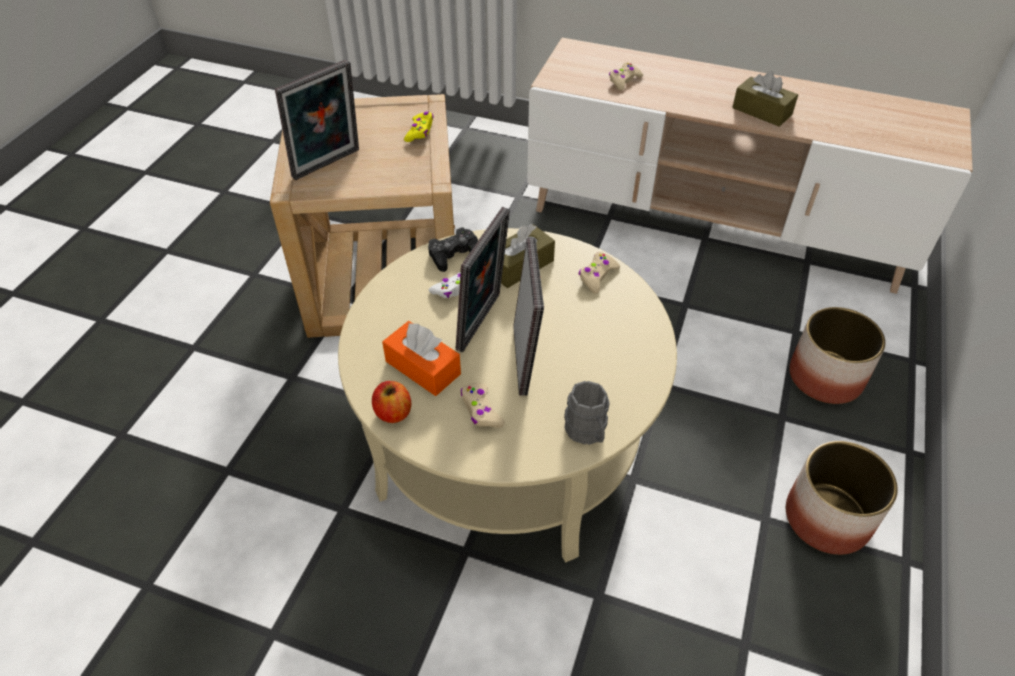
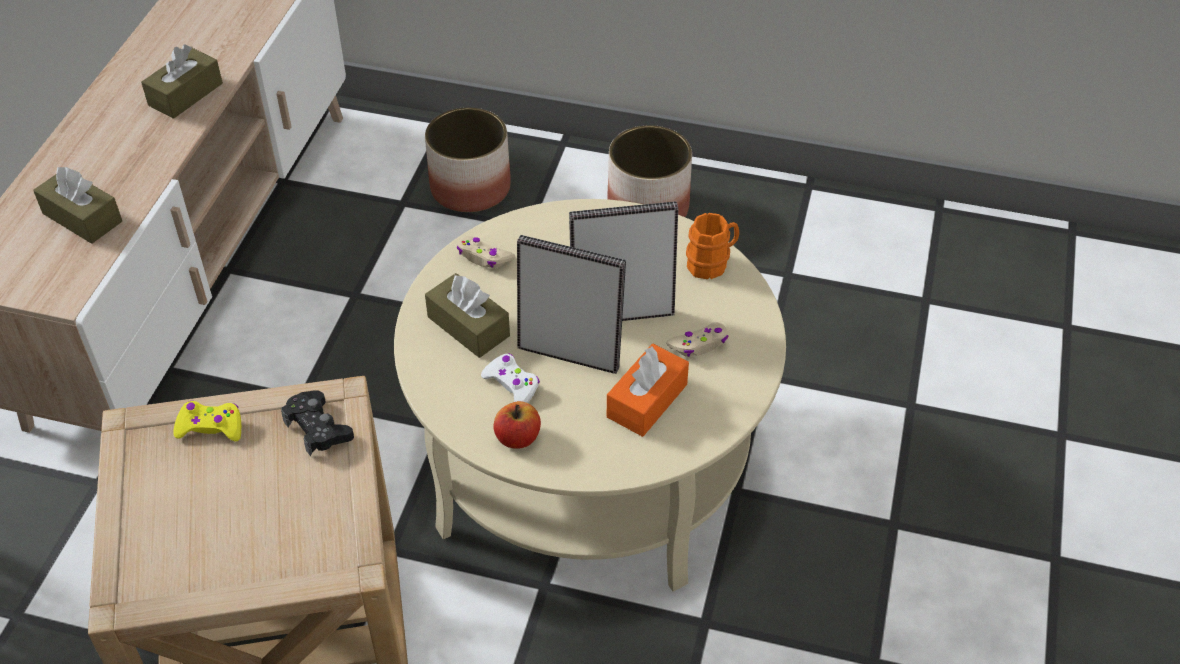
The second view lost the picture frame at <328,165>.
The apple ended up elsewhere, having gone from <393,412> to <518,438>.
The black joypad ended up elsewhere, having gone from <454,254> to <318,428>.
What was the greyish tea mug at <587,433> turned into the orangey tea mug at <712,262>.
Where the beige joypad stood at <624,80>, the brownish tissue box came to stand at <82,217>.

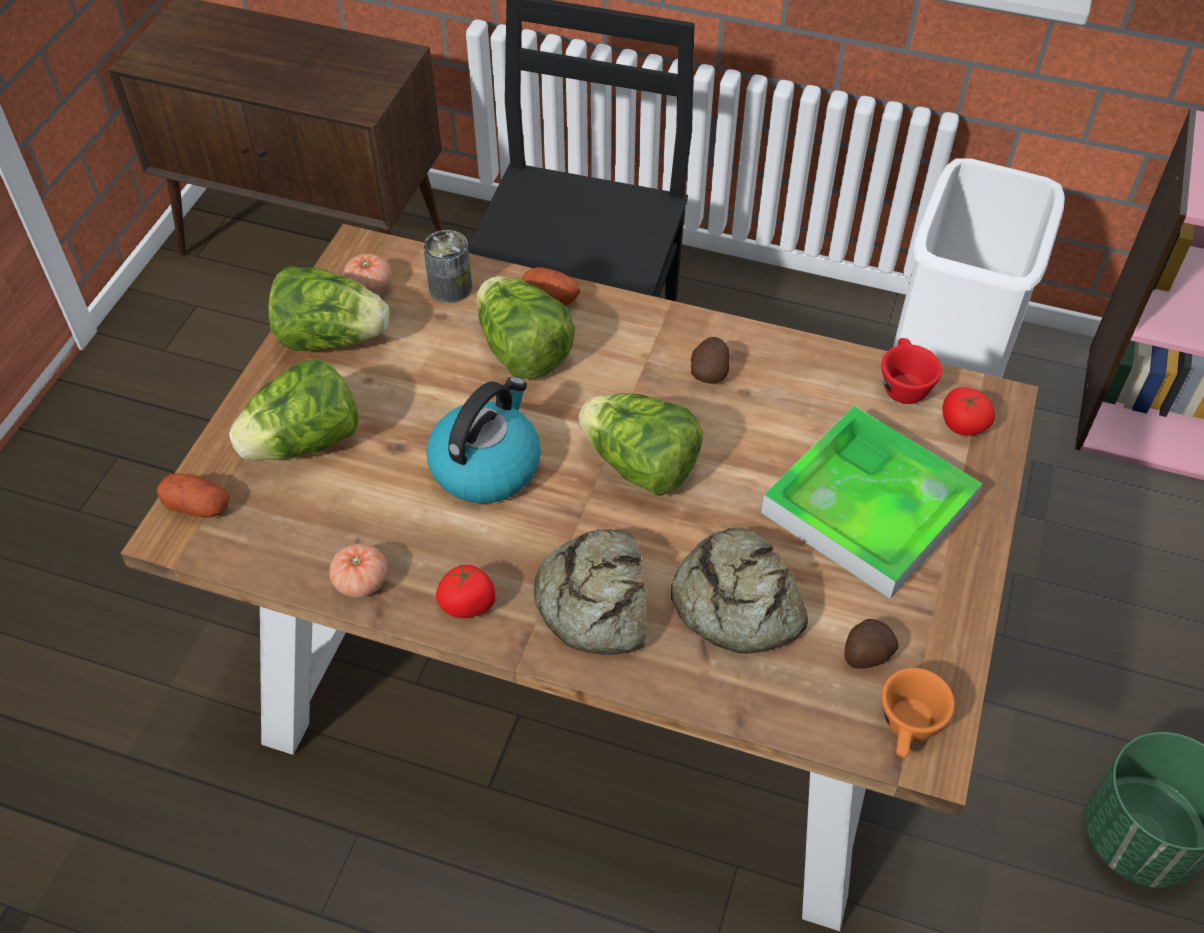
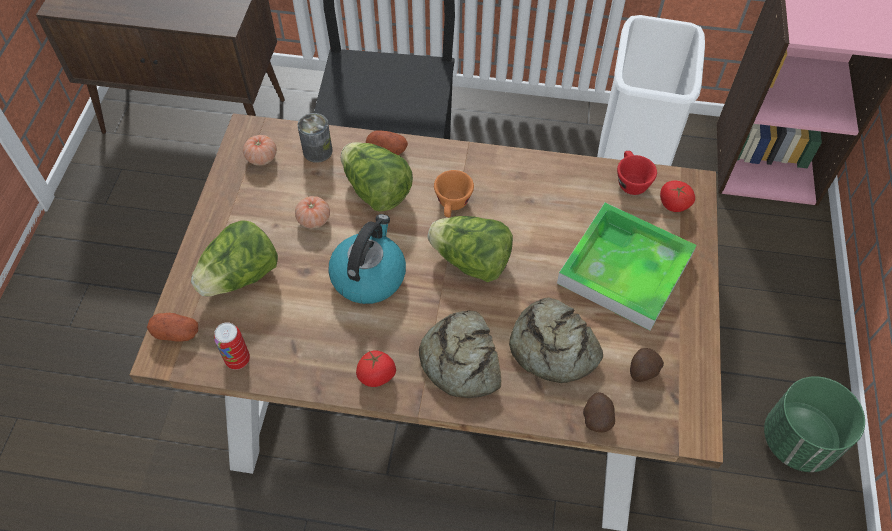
The second view lost the lettuce head at <331,338>.
The whole tomato ended up elsewhere, having gone from <361,581> to <314,219>.
The whole potato ended up elsewhere, having gone from <709,372> to <597,417>.
The orangey cup ended up elsewhere, having gone from <908,730> to <453,205>.
The second view gained the metal can at <238,359>.

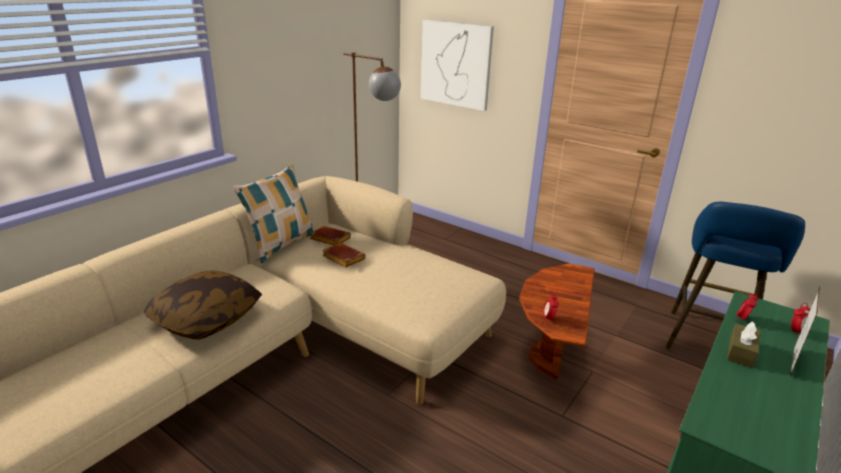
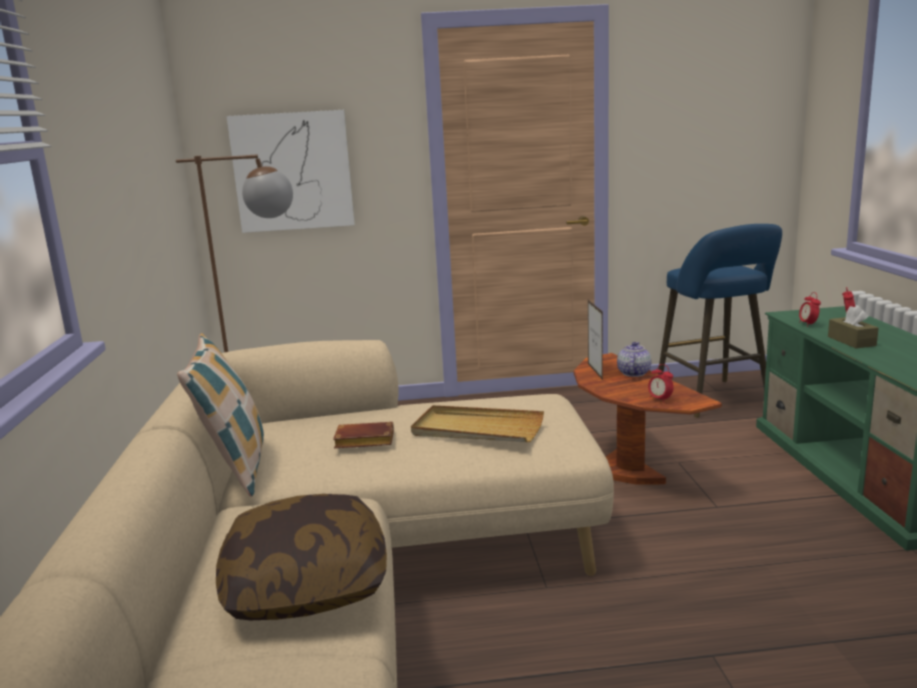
The second view lost the brownish volume at <329,239>.
The picture frame ended up elsewhere, having gone from <791,362> to <595,372>.
The second view gained the beige serving tray at <477,429>.
The second view gained the pot for tea at <633,373>.

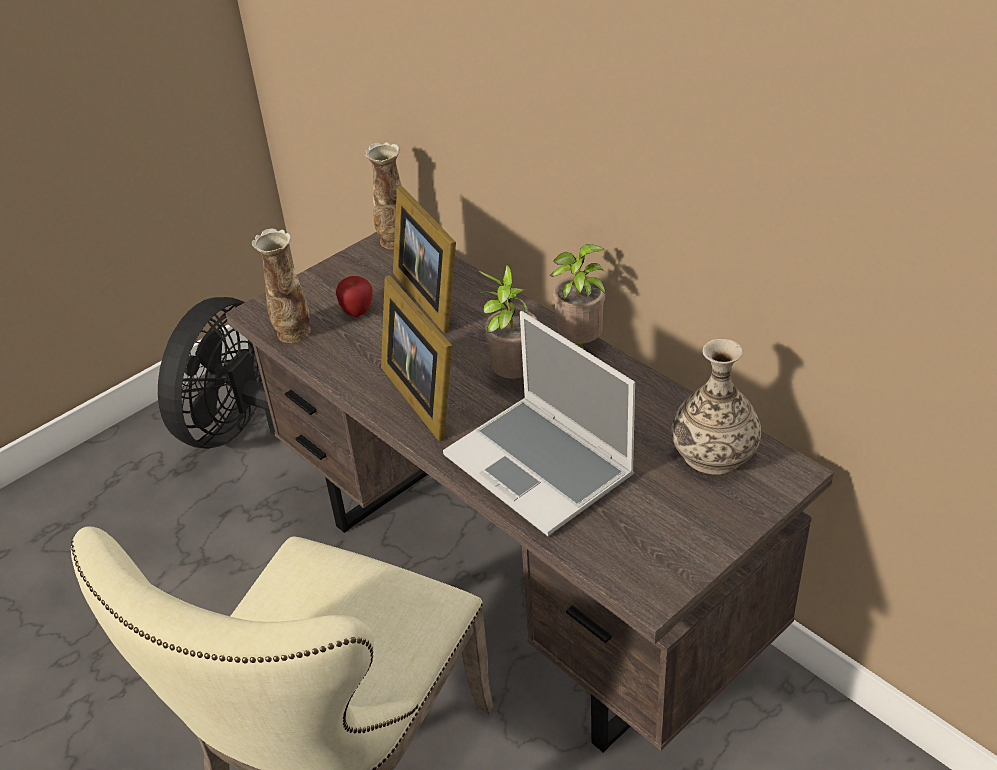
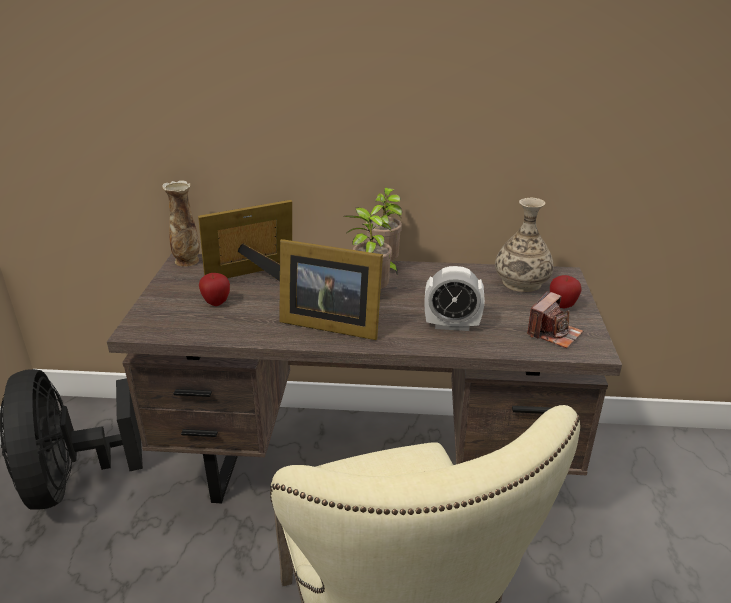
The second view lost the vase at <293,333>.
The picture frame at <432,295> ended up facing another way, 135 degrees clockwise from before.
Where the notebook computer stood at <541,467>, the table clock came to stand at <452,325>.
The second view gained the still camera at <553,333>.
The second view gained the apple at <562,306>.

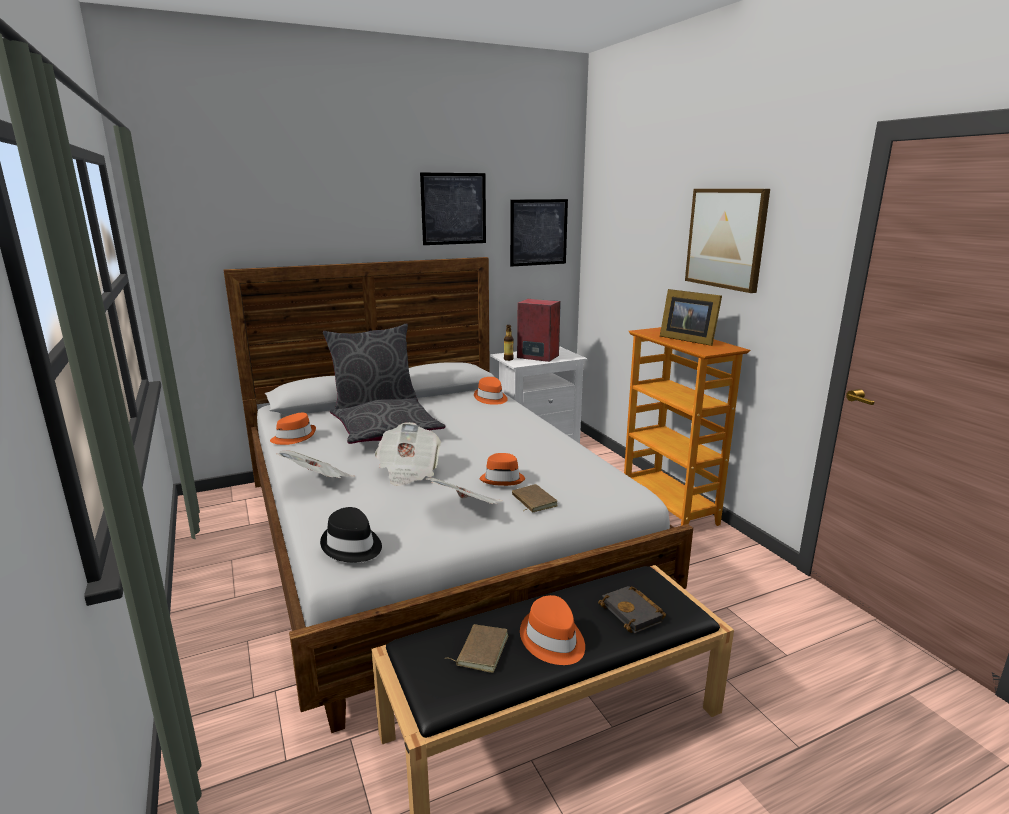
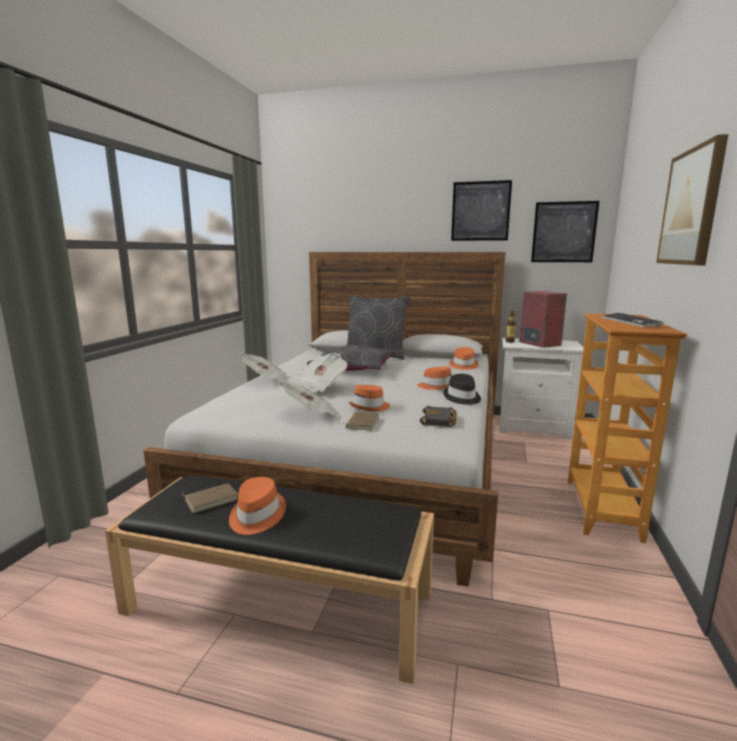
The orangey hat ended up elsewhere, having gone from <294,437> to <436,386>.
The black hat ended up elsewhere, having gone from <352,546> to <462,397>.
The black volume ended up elsewhere, having gone from <634,613> to <439,420>.
Where the picture frame stood at <687,339>, the keyboard came to stand at <630,322>.

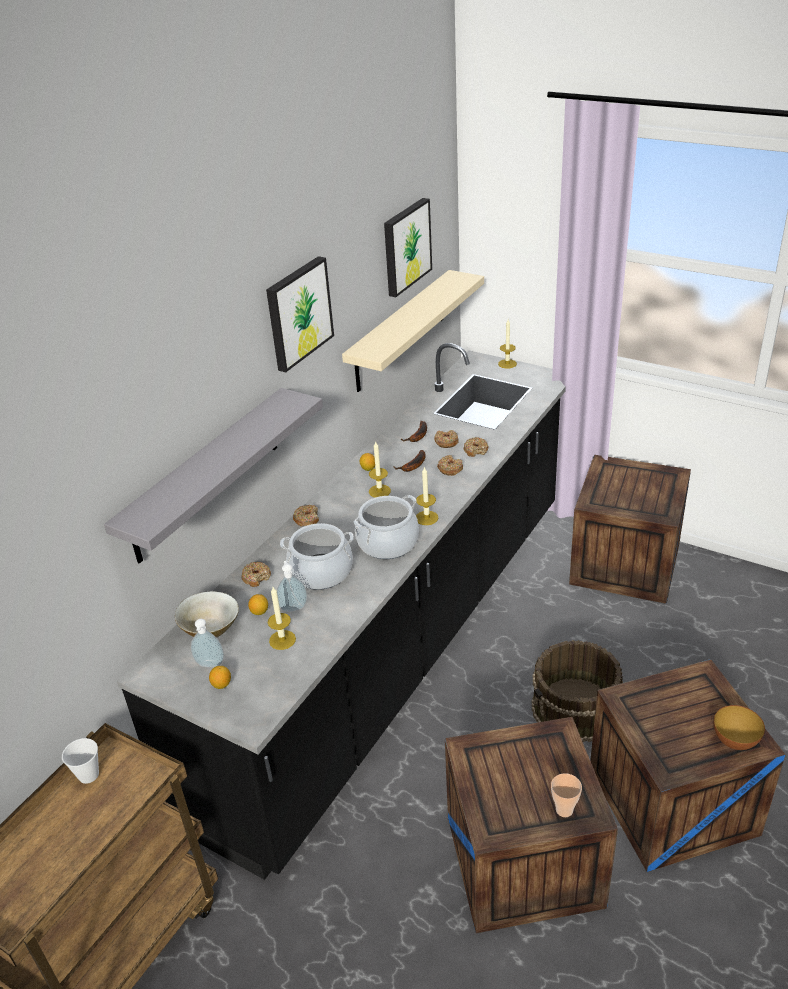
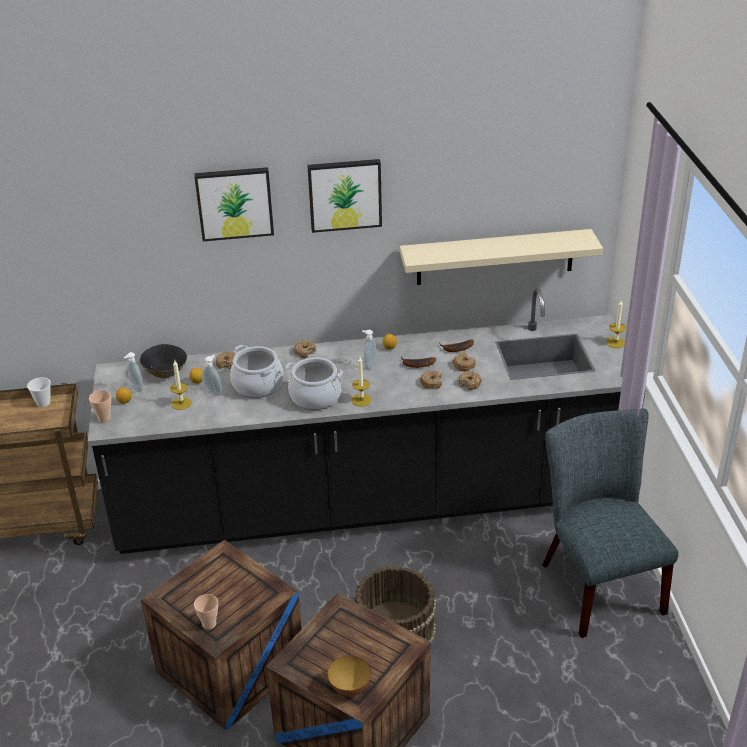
The second view lost the greyish shelf at <206,475>.
What was the beige deep dish at <211,629> turned into the black deep dish at <165,372>.
Where the wax light stood at <379,491>, the soap bottle came to stand at <369,365>.
The wall picture ended up elsewhere, having gone from <405,246> to <234,203>.
Where the crate stood at <625,563>, the greyish chair came to stand at <596,583>.
The second view gained the cup at <104,418>.

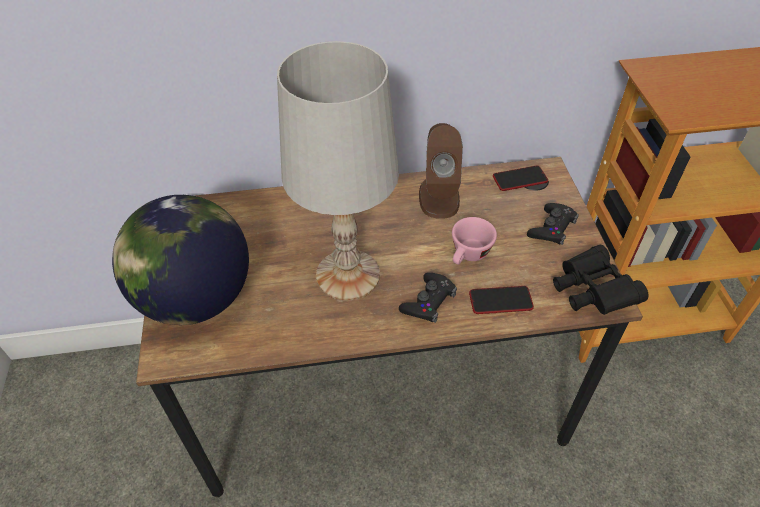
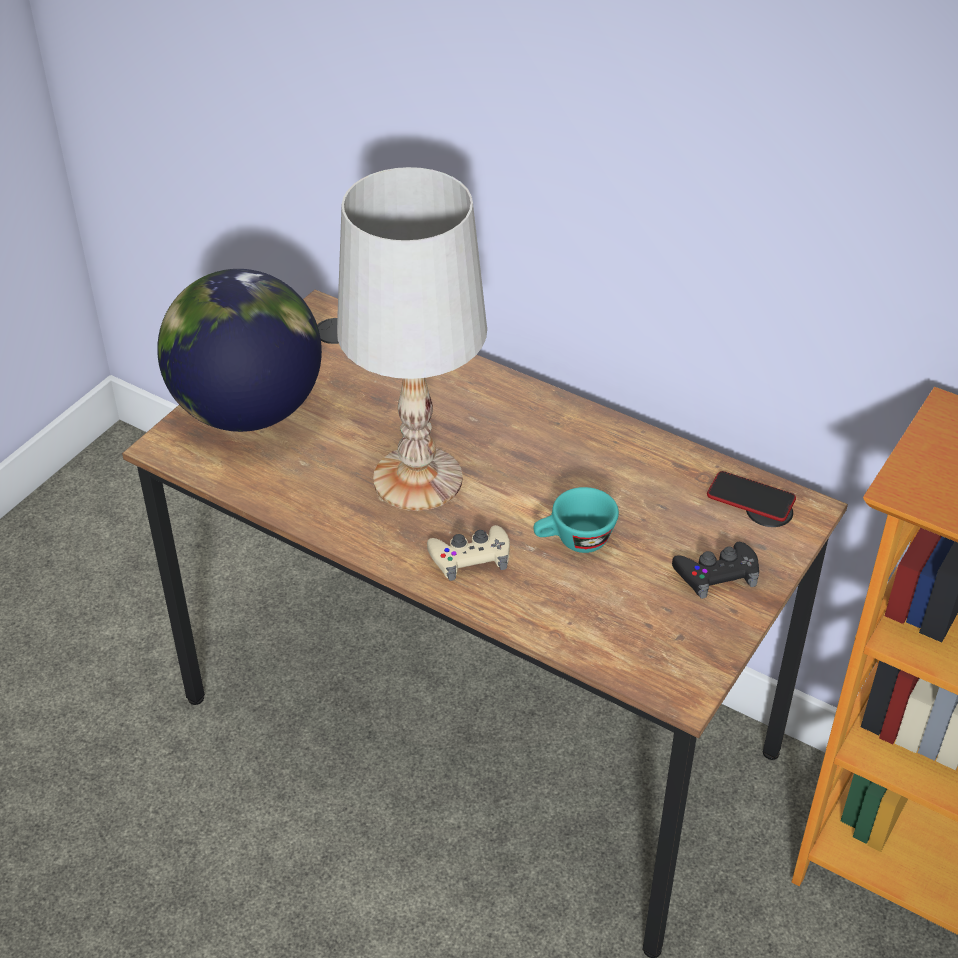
What was the black joypad at <428,301> turned into the beige joypad at <470,558>.
The second view lost the brownish loudspeaker at <439,197>.
What was the pinkish cup at <468,255> turned into the turquoise-coloured cup at <574,541>.
The second view lost the handset at <500,301>.
The second view lost the black field glasses at <591,292>.

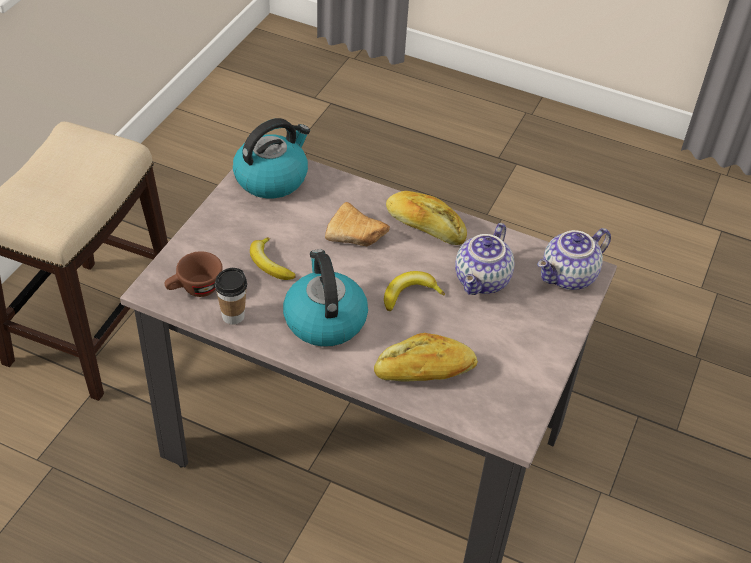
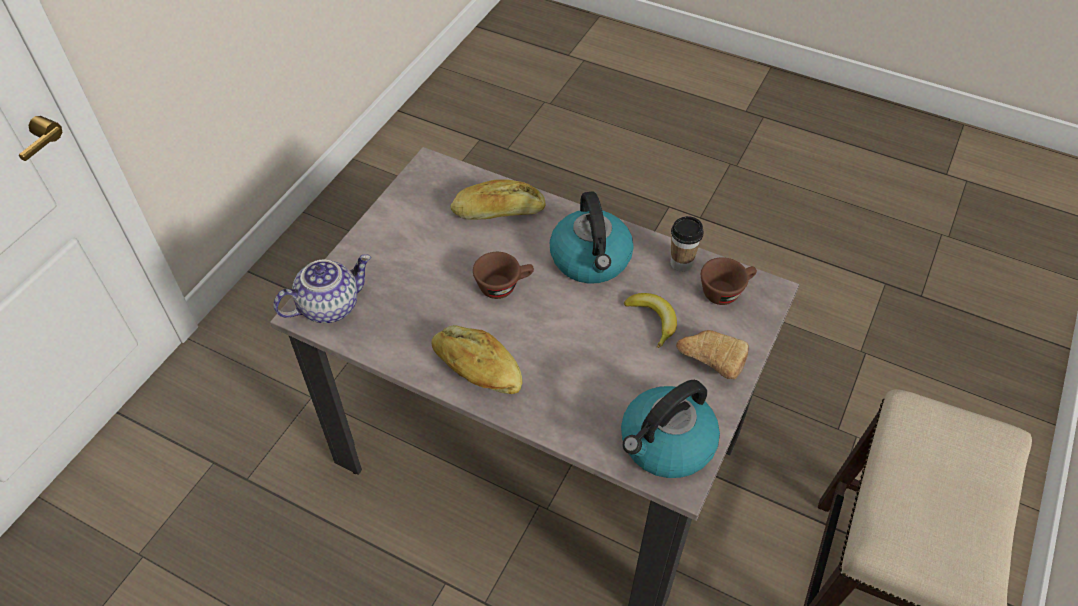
The baked bread ended up elsewhere, having gone from <358,236> to <709,359>.
Where the banana stood at <409,294>, the brownish cup came to stand at <504,286>.
The second view lost the pot for tea at <483,281>.

